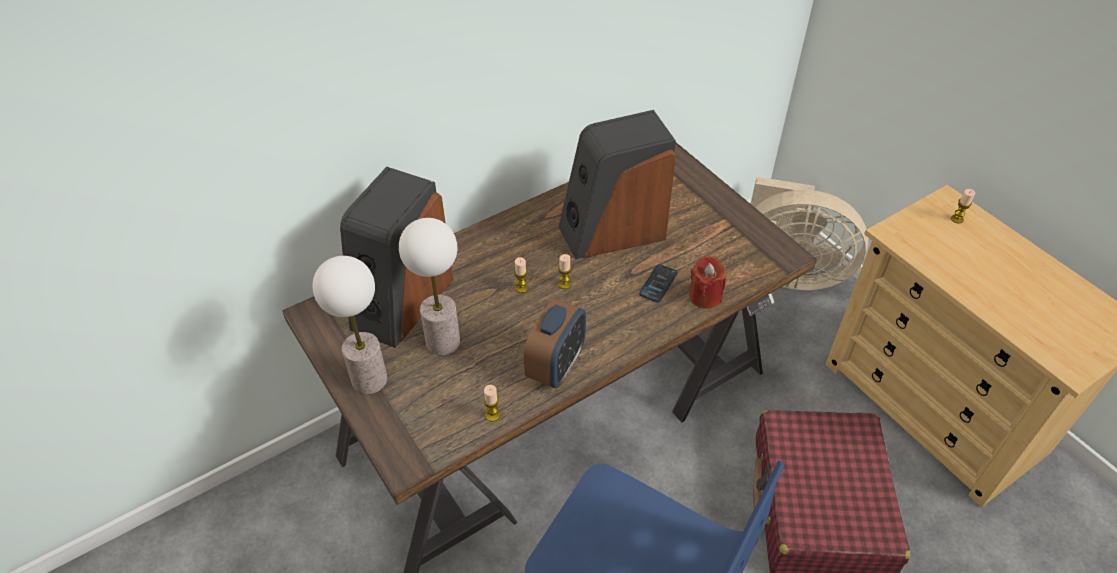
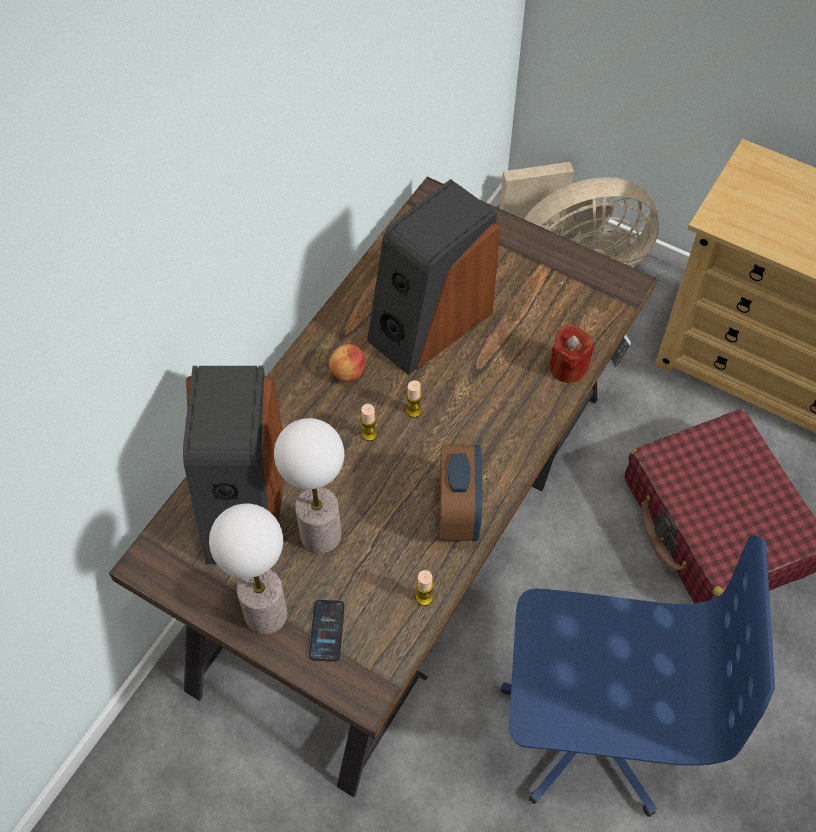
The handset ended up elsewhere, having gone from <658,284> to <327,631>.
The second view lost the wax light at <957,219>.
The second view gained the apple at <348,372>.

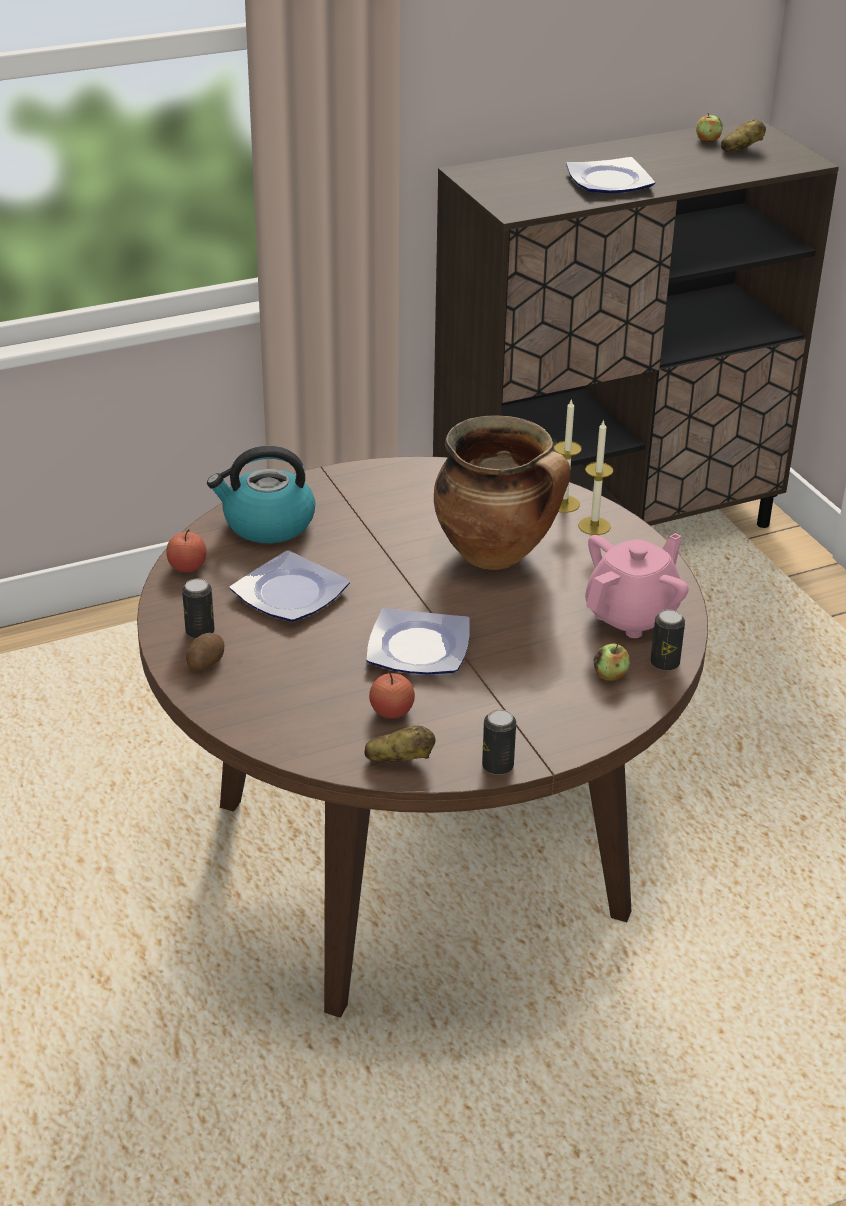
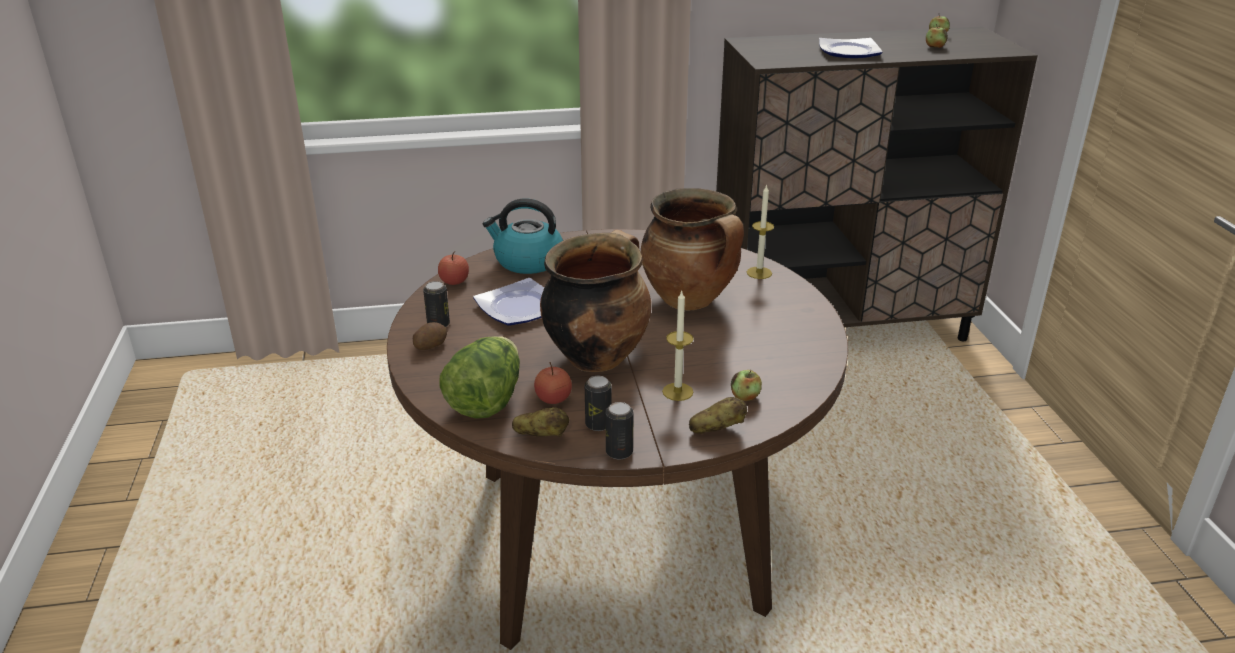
Where the plate stood at <417,647>, the cooking pot came to stand at <596,356>.
The wax light ended up elsewhere, having gone from <594,526> to <677,392>.
The second view lost the pinkish pot for tea at <632,615>.
The metal can ended up elsewhere, having gone from <664,663> to <598,424>.
The whole potato ended up elsewhere, having gone from <741,149> to <717,429>.
The second view gained the lettuce head at <486,400>.
The second view gained the apple at <935,46>.

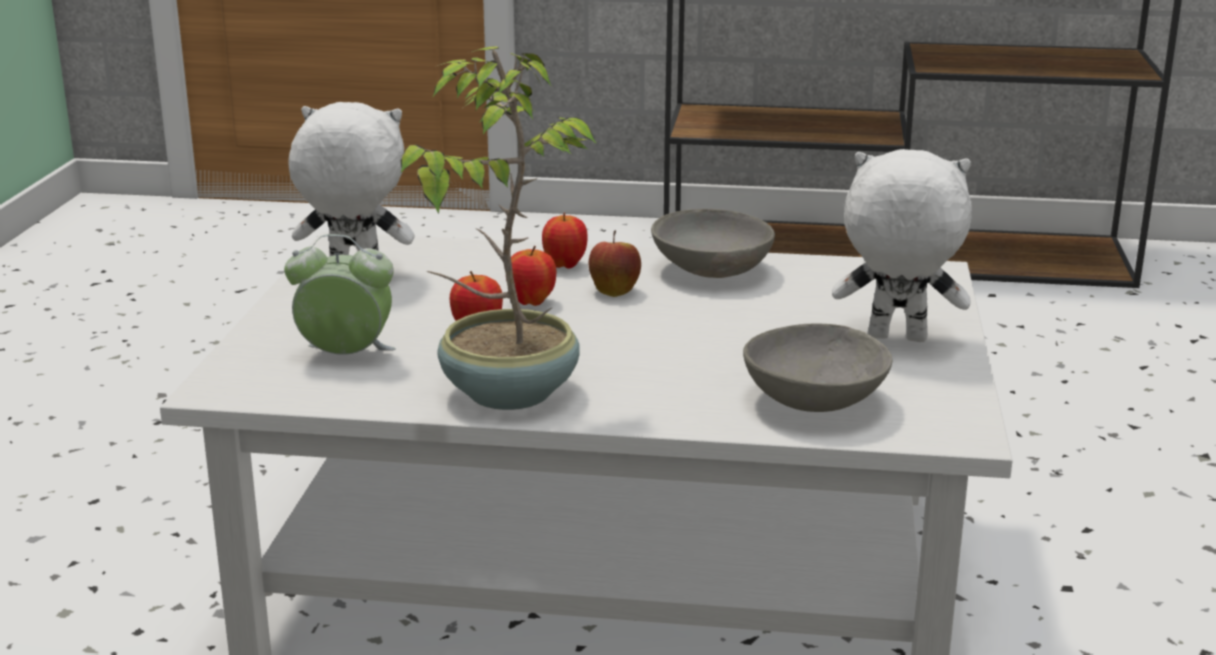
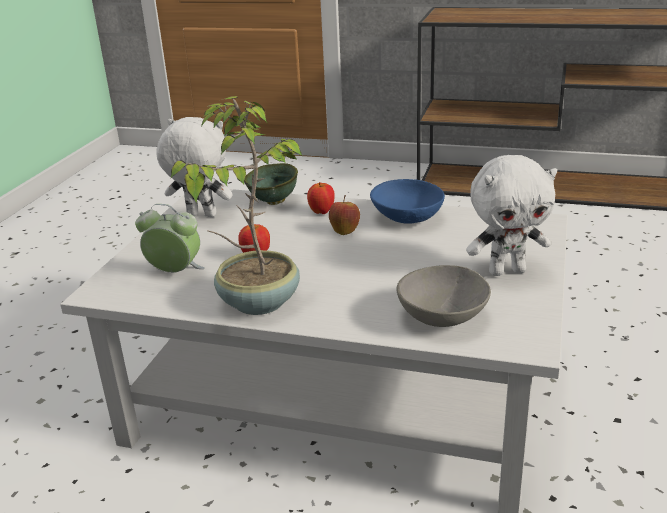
The second view lost the apple at <531,302>.
What was the greyish deep dish at <713,270> turned into the blue deep dish at <408,217>.
The whitish soft toy at <896,339> ended up facing another way, 150 degrees clockwise from before.
The second view gained the green-coloured deep dish at <274,202>.

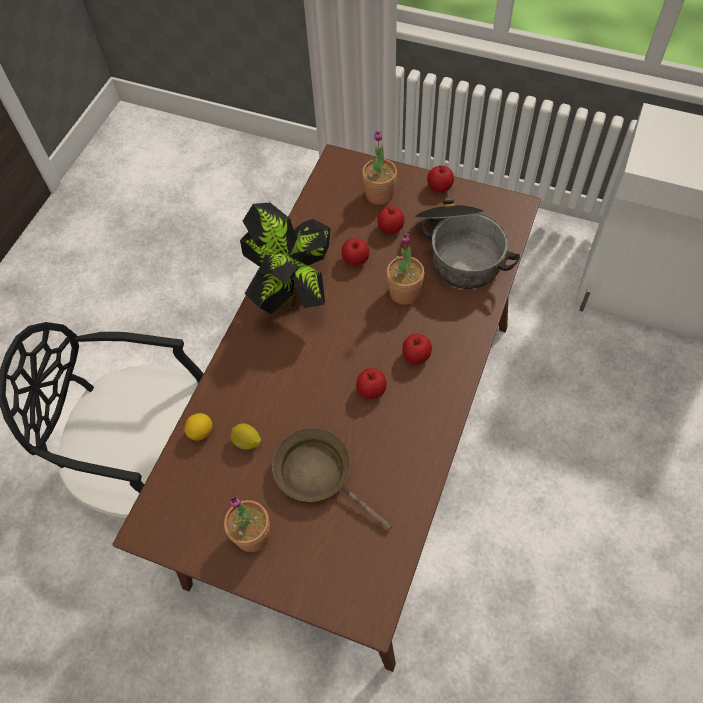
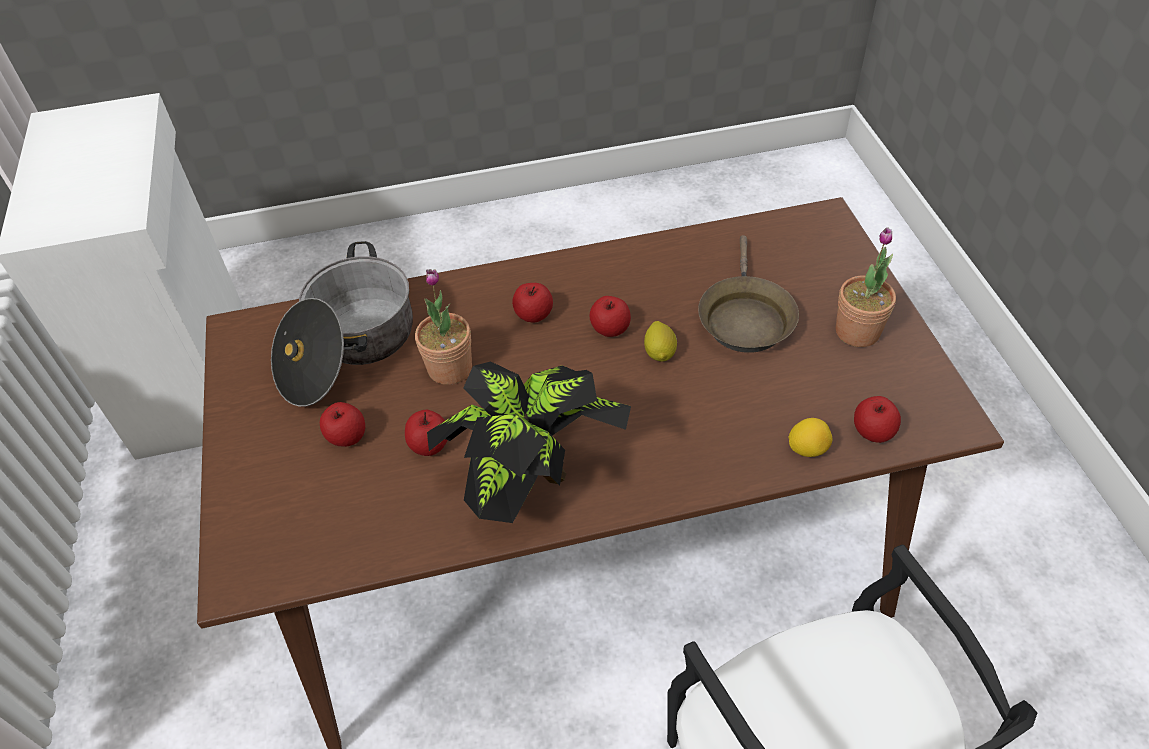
The citrus fruit ended up elsewhere, having gone from <247,442> to <660,352>.
The second view lost the plant in a pot at <379,194>.
The apple ended up elsewhere, having gone from <439,187> to <872,432>.

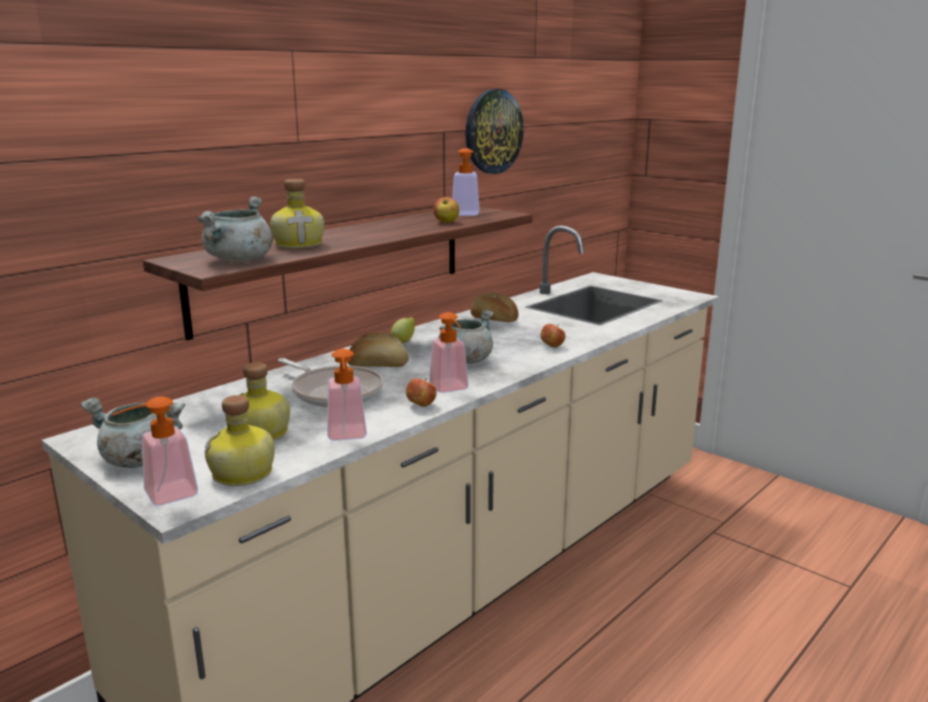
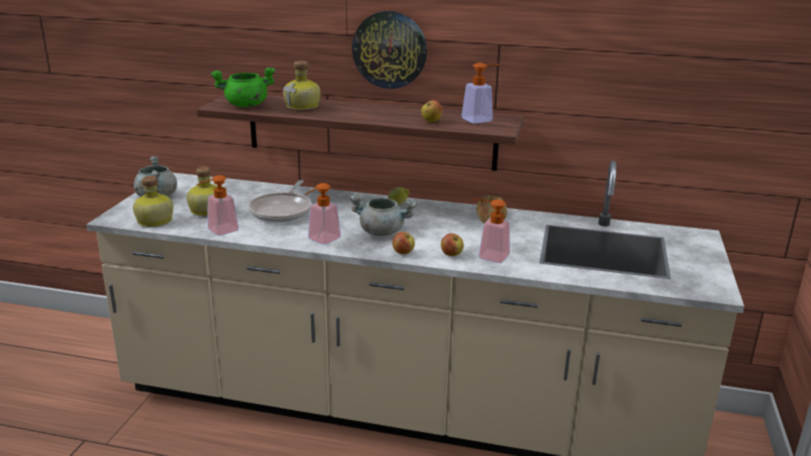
The soap bottle ended up elsewhere, having gone from <161,496> to <488,255>.
What was the greyish cooking pot at <239,260> turned into the green-coloured cooking pot at <245,105>.
The second view lost the baked bread at <377,365>.
The apple ended up elsewhere, having gone from <421,405> to <403,253>.
The wall clock ended up elsewhere, having gone from <493,131> to <389,50>.

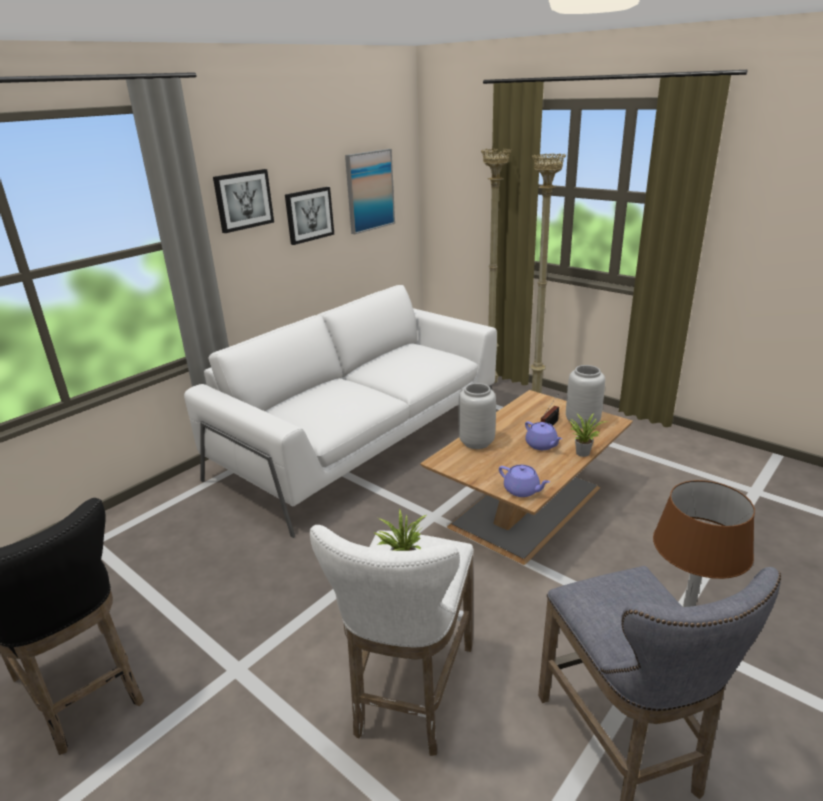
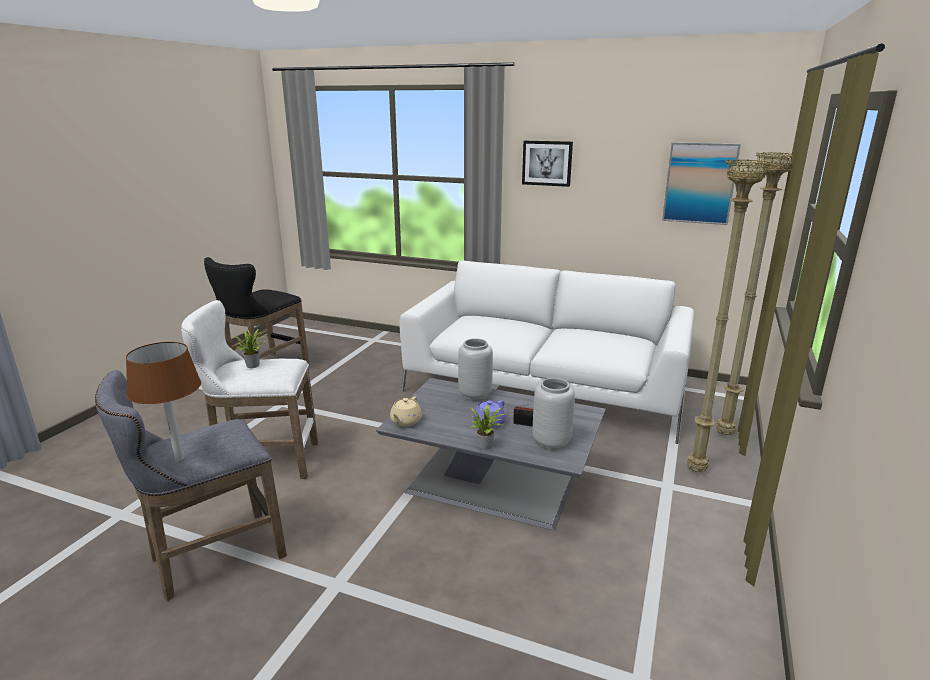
The second view lost the wall picture at <309,215>.
What was the brownish coffee table at <527,504> turned into the greyish coffee table at <494,485>.
What was the purplish pot for tea at <522,490> turned into the beige pot for tea at <405,421>.

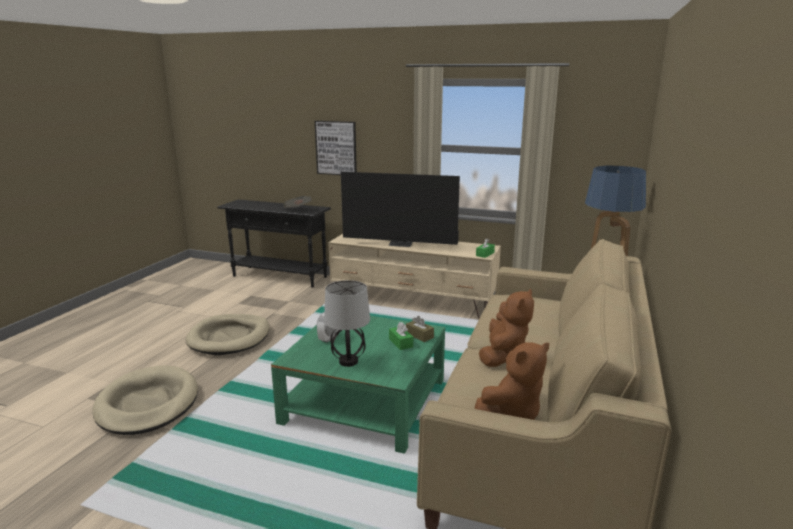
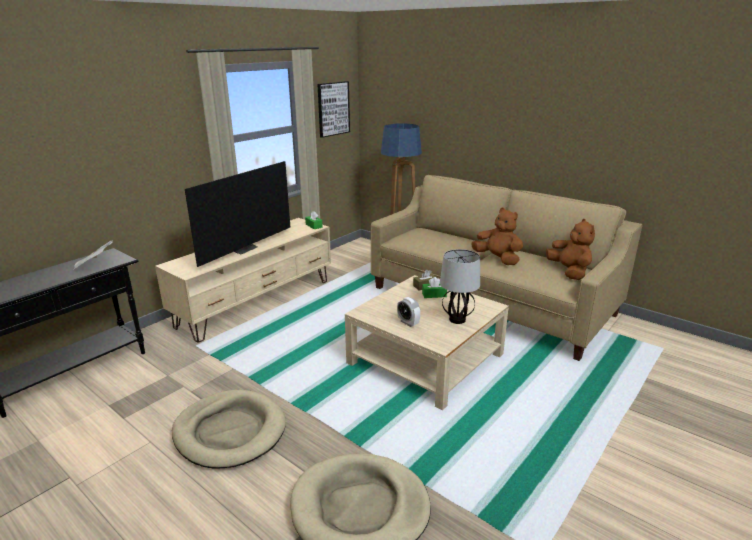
What was the green-coloured coffee table at <365,401> turned into the beige coffee table at <425,359>.
The wall picture ended up elsewhere, having gone from <336,148> to <333,109>.

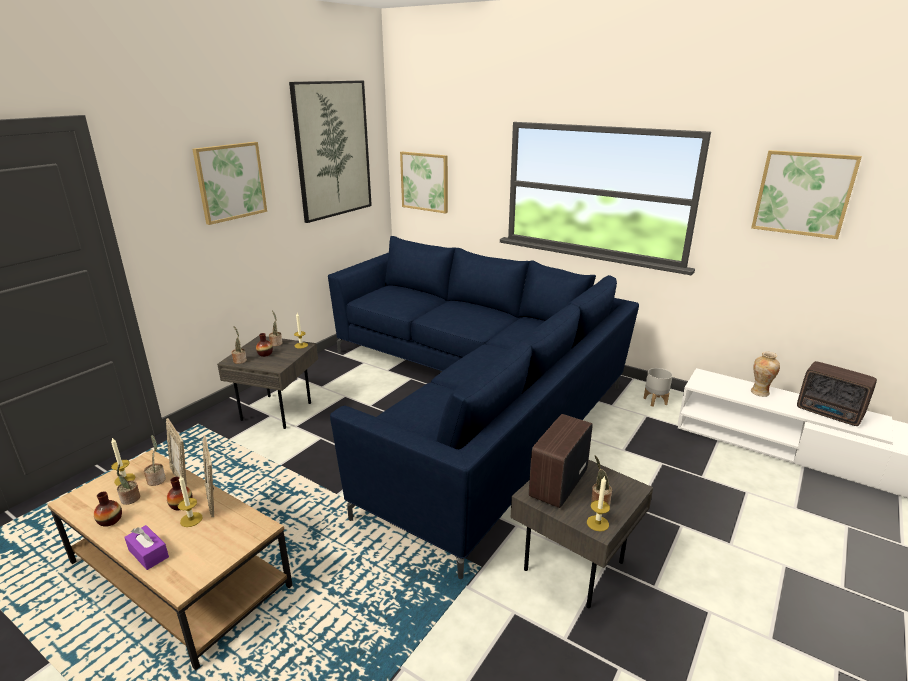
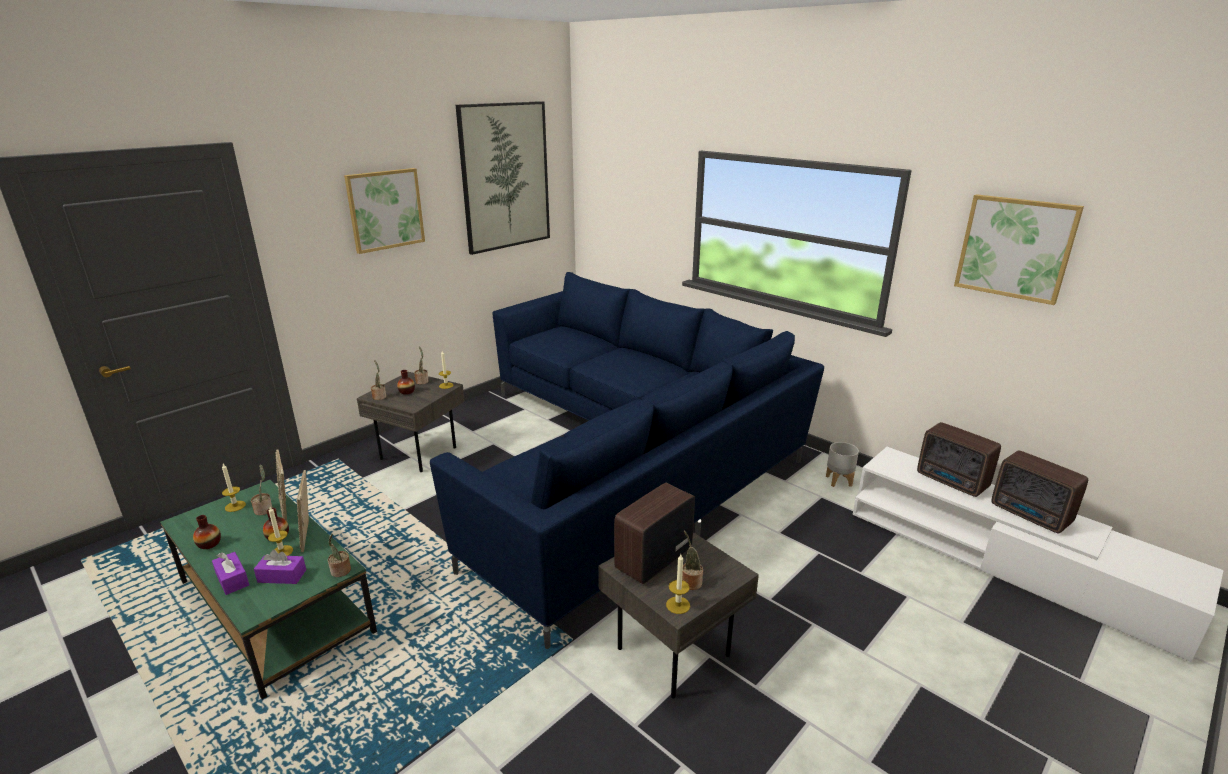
What was the brownish coffee table at <179,574> turned into the green-coloured coffee table at <275,606>.
The plant in a pot ended up elsewhere, having gone from <130,499> to <340,571>.
The second view lost the wall picture at <425,182>.
Where the vase stood at <759,392>, the radio receiver came to stand at <953,482>.
The second view gained the purplish tissue box at <282,576>.

